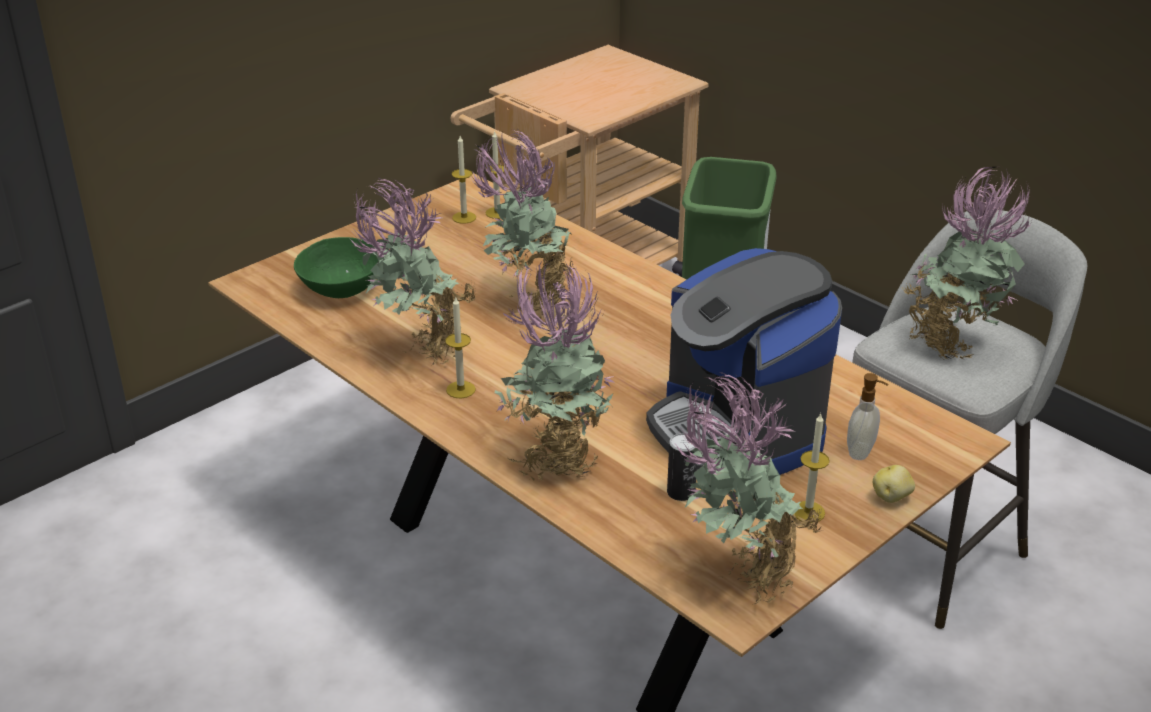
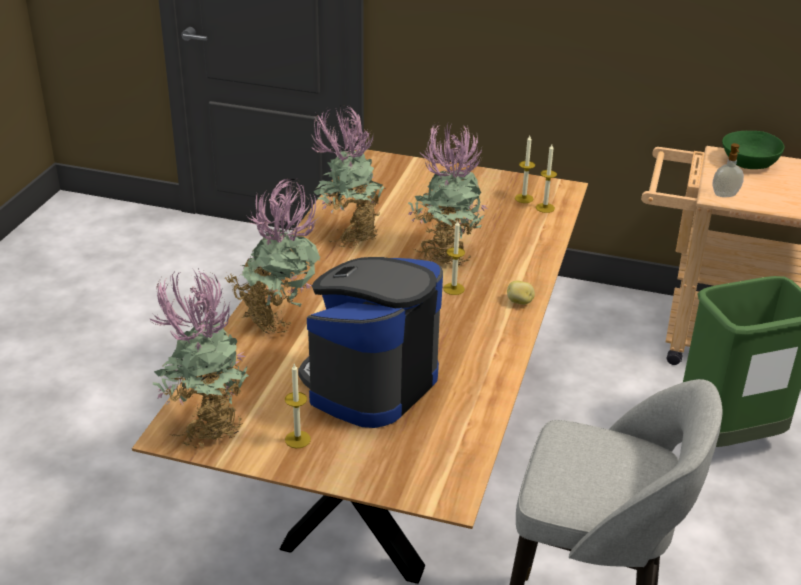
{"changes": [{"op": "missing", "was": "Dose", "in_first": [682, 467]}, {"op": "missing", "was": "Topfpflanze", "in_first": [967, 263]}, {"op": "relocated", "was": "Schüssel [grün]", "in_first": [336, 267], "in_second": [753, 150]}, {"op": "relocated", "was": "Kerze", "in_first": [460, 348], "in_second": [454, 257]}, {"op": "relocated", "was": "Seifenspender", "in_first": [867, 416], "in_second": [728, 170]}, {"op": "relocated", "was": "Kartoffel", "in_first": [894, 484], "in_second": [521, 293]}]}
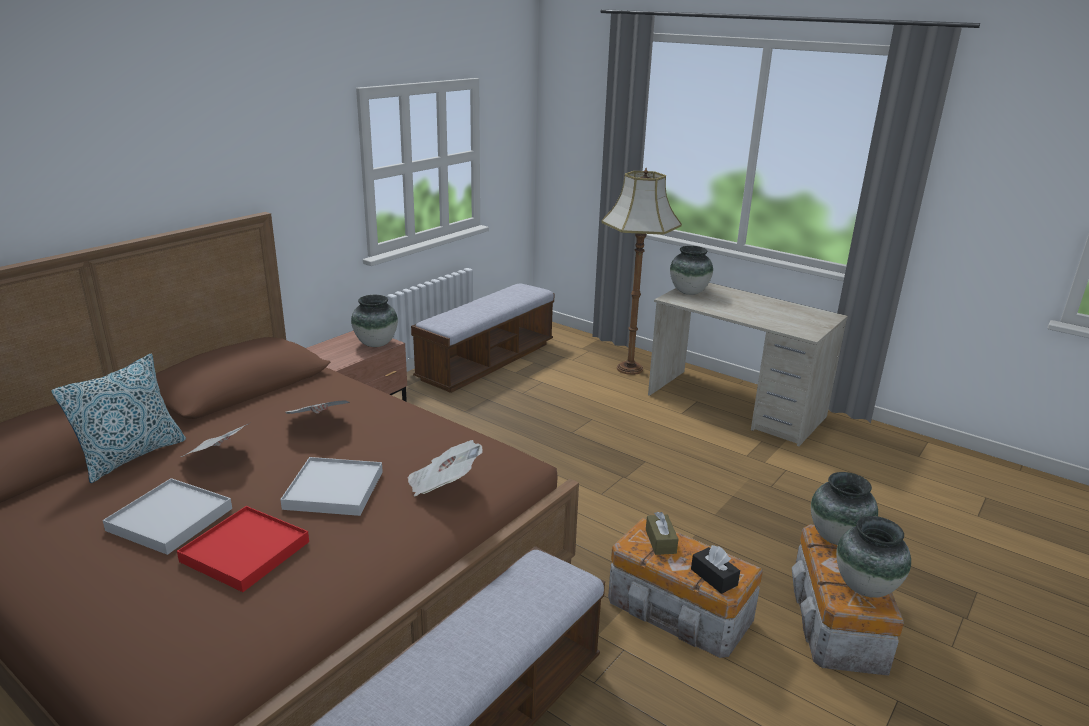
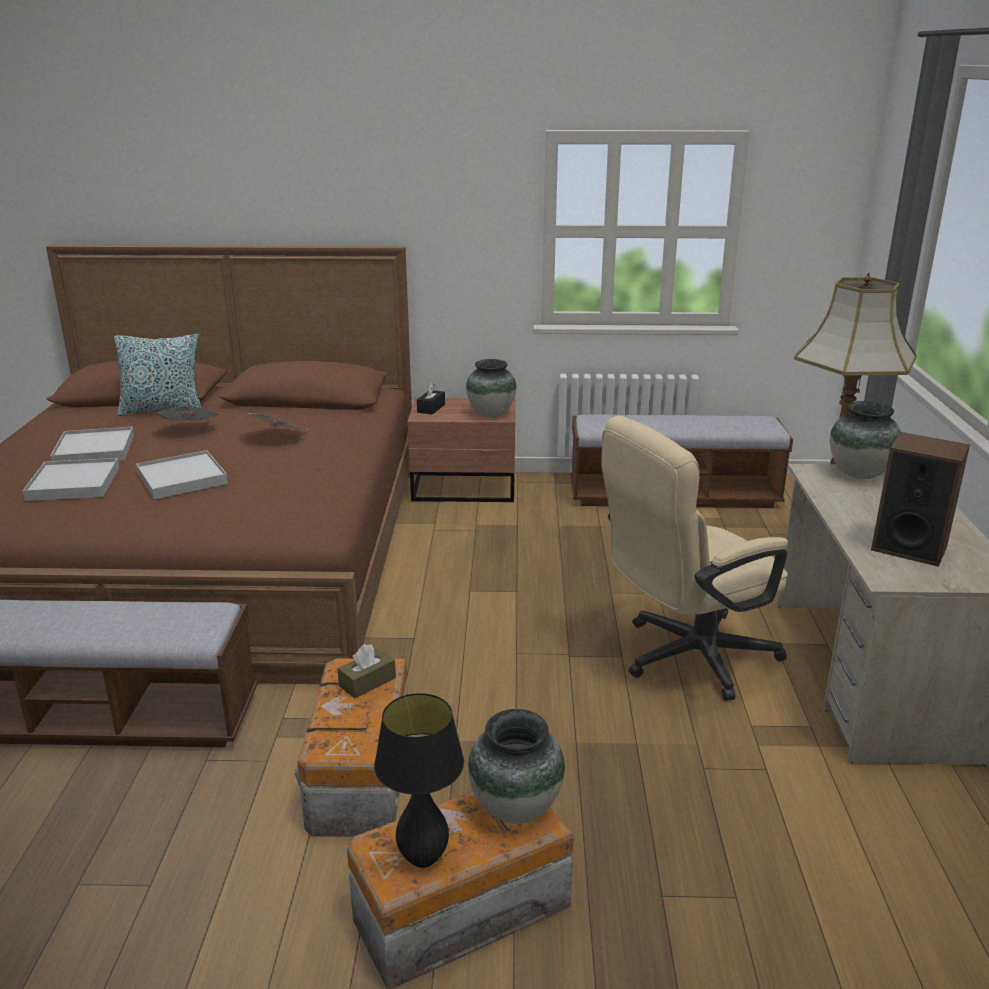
{"changes": [{"op": "missing", "was": "Zeitung", "in_first": [445, 468]}, {"op": "appeared", "now": "Bürostuhl [beige]", "in_second": [694, 558]}, {"op": "appeared", "now": "Lautsprecher", "in_second": [920, 499]}, {"op": "relocated", "was": "Taschentuchbox [schwarz]", "in_first": [715, 569], "in_second": [431, 399]}, {"op": "exchanged", "was": "Vase", "now": "Tischlampe [schwarz]", "in_first": [873, 557], "in_second": [419, 780]}, {"op": "colour", "was": "Tablett [rot]", "now": "Tablett [weiß]", "in_first": [243, 549], "in_second": [71, 479]}]}
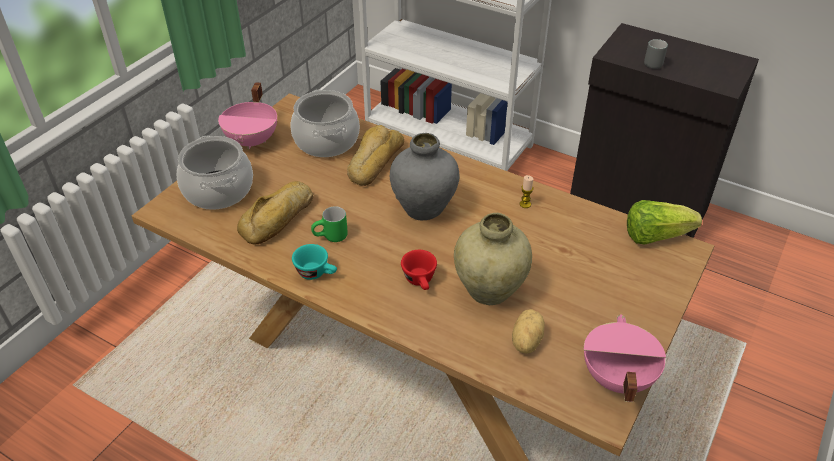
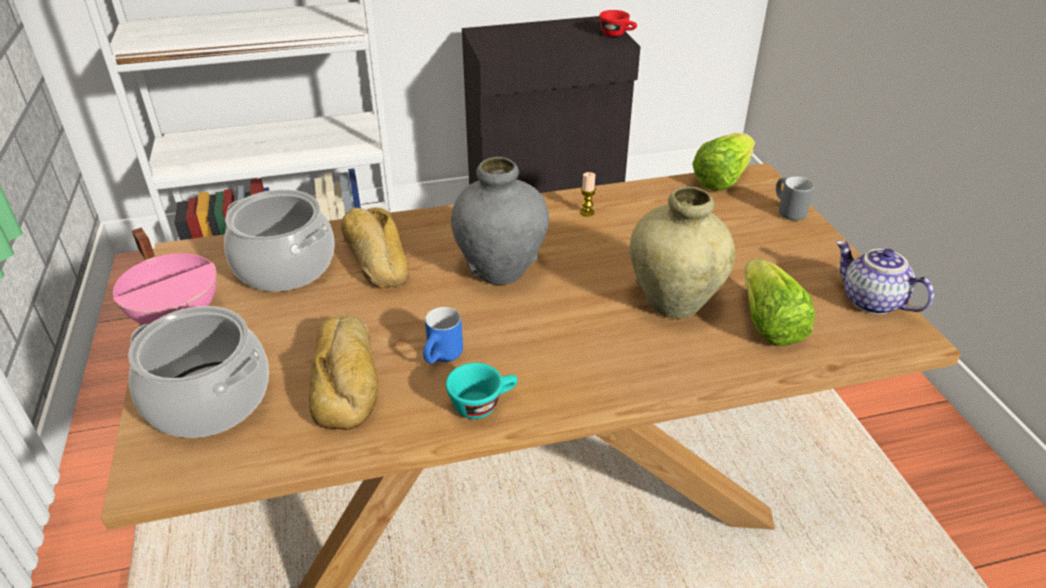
{"changes": [{"op": "relocated", "was": "Tasse [rot]", "in_first": [419, 270], "in_second": [618, 23]}, {"op": "relocated", "was": "Henkelbecher [grau]", "in_first": [656, 54], "in_second": [795, 198]}, {"op": "exchanged", "was": "Kartoffel", "now": "Salatkopf", "in_first": [528, 331], "in_second": [779, 302]}, {"op": "exchanged", "was": "Kochtopf [rosa]", "now": "Teekanne", "in_first": [625, 358], "in_second": [885, 278]}, {"op": "colour", "was": "Henkelbecher [grün]", "now": "Henkelbecher [blau]", "in_first": [329, 224], "in_second": [443, 335]}]}
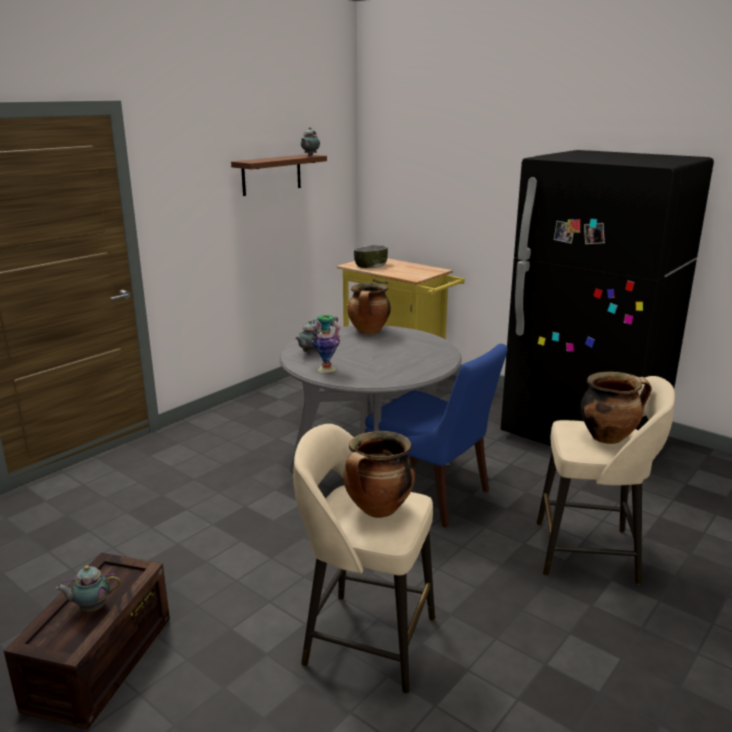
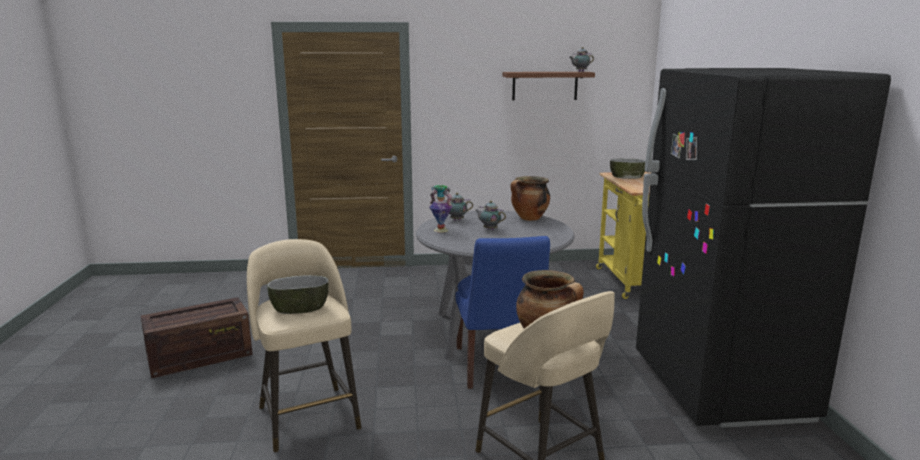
{"changes": [{"op": "relocated", "was": "Teekanne", "in_first": [88, 588], "in_second": [490, 215]}, {"op": "exchanged", "was": "Kochtopf", "now": "Schüssel", "in_first": [379, 474], "in_second": [298, 294]}]}
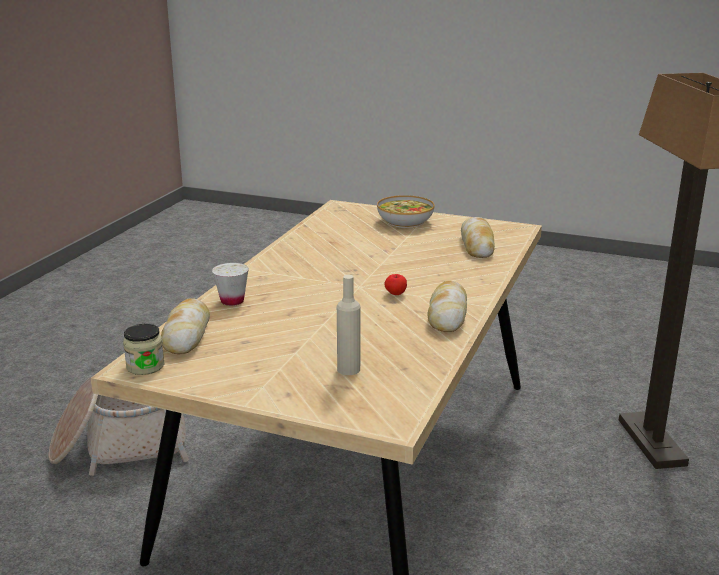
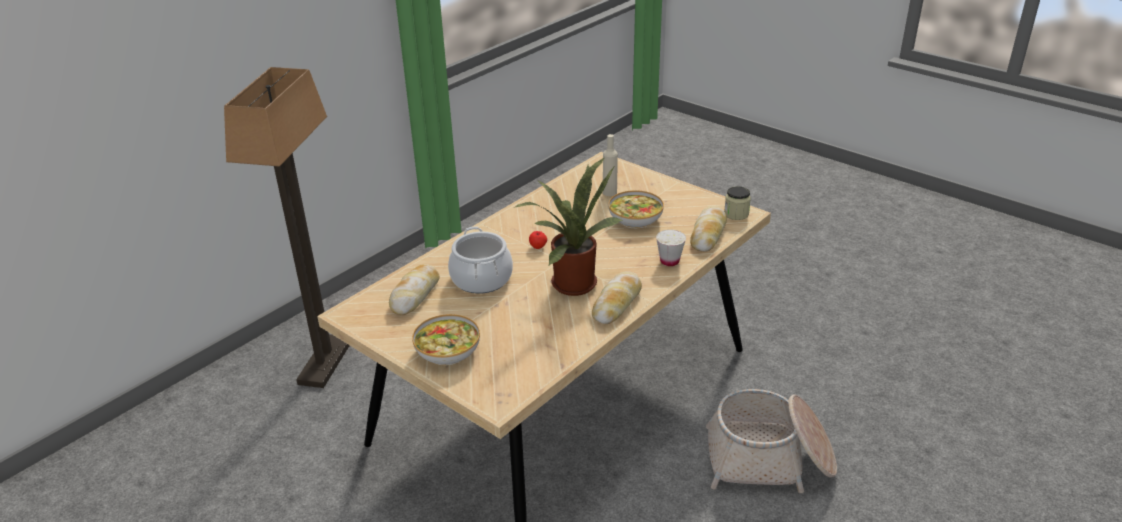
{"changes": [{"op": "appeared", "now": "Kochtopf", "in_second": [480, 260]}, {"op": "appeared", "now": "Topfpflanze", "in_second": [568, 227]}, {"op": "appeared", "now": "Schüssel", "in_second": [636, 209]}, {"op": "relocated", "was": "Brot", "in_first": [447, 306], "in_second": [617, 297]}]}
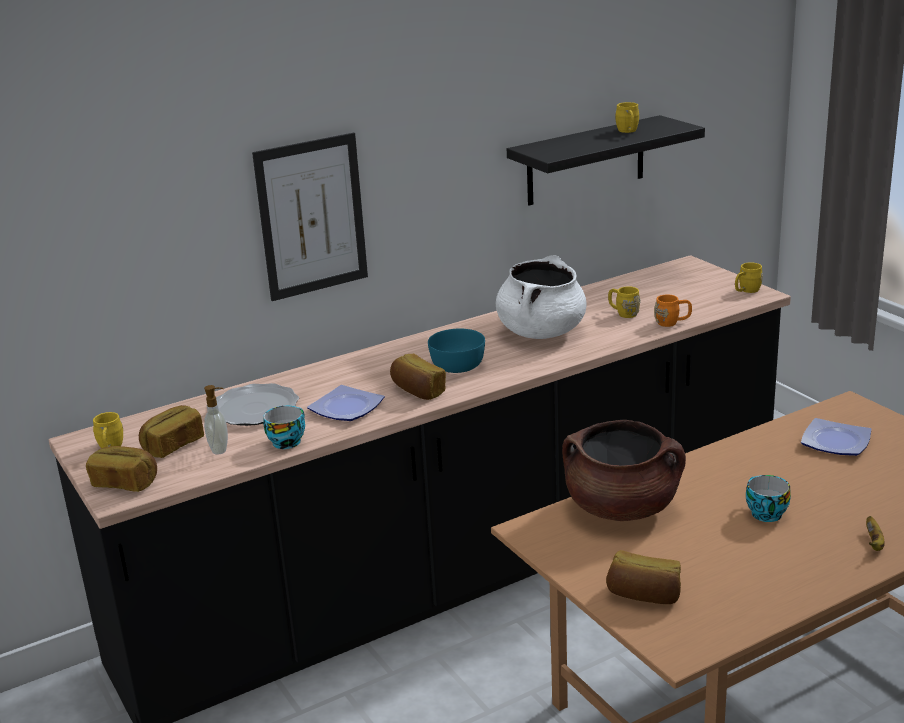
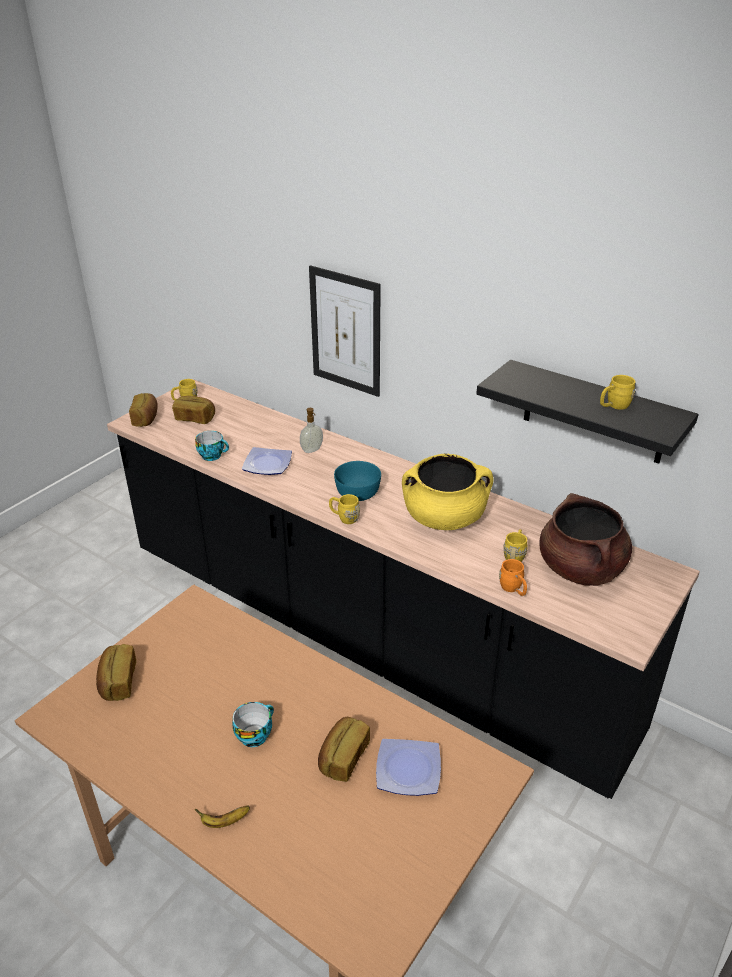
{"changes": [{"op": "missing", "was": "Teller", "in_first": [257, 404]}, {"op": "relocated", "was": "Seifenspender", "in_first": [216, 420], "in_second": [311, 430]}, {"op": "relocated", "was": "Brot", "in_first": [418, 377], "in_second": [344, 749]}, {"op": "relocated", "was": "Kochtopf [braun]", "in_first": [624, 470], "in_second": [585, 539]}, {"op": "relocated", "was": "Henkelbecher [gelb]", "in_first": [749, 277], "in_second": [344, 509]}, {"op": "colour", "was": "Kochtopf [weiß]", "now": "Kochtopf [gelb]", "in_first": [541, 297], "in_second": [447, 492]}]}
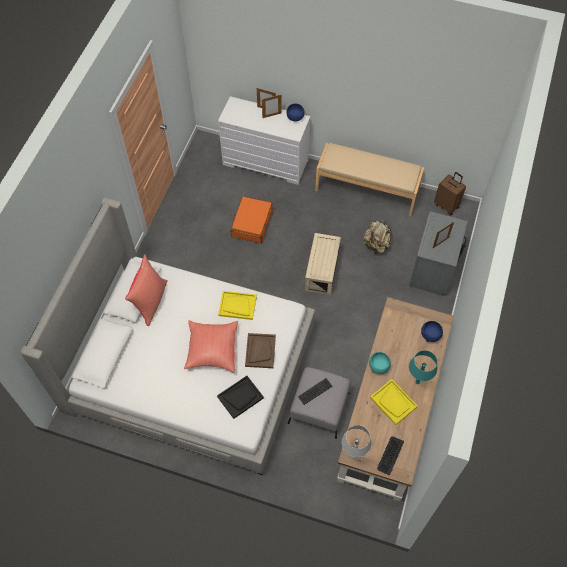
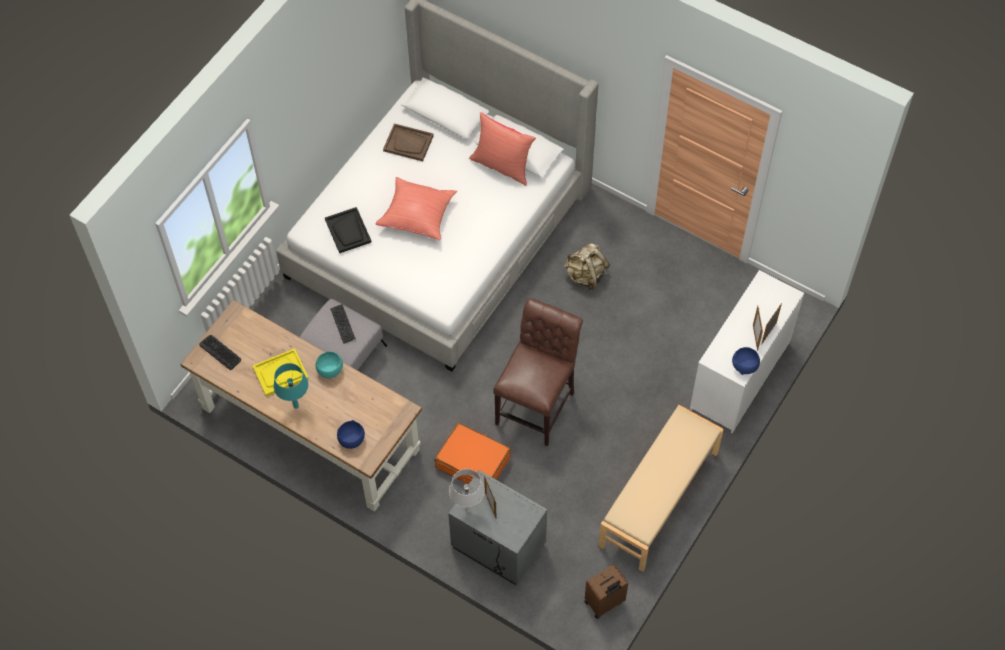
{"changes": [{"op": "missing", "was": "Tablett [gelb]", "in_first": [237, 305]}, {"op": "relocated", "was": "Koffer [orange]", "in_first": [251, 219], "in_second": [473, 453]}, {"op": "relocated", "was": "Tablett [braun]", "in_first": [260, 350], "in_second": [408, 142]}, {"op": "relocated", "was": "Tischlampe [grau]", "in_first": [357, 441], "in_second": [467, 490]}, {"op": "relocated", "was": "Rucksack [beige]", "in_first": [377, 237], "in_second": [587, 266]}, {"op": "exchanged", "was": "Aufbewahrungsbox [beige]", "now": "Stuhl [braun]", "in_first": [323, 264], "in_second": [538, 372]}]}
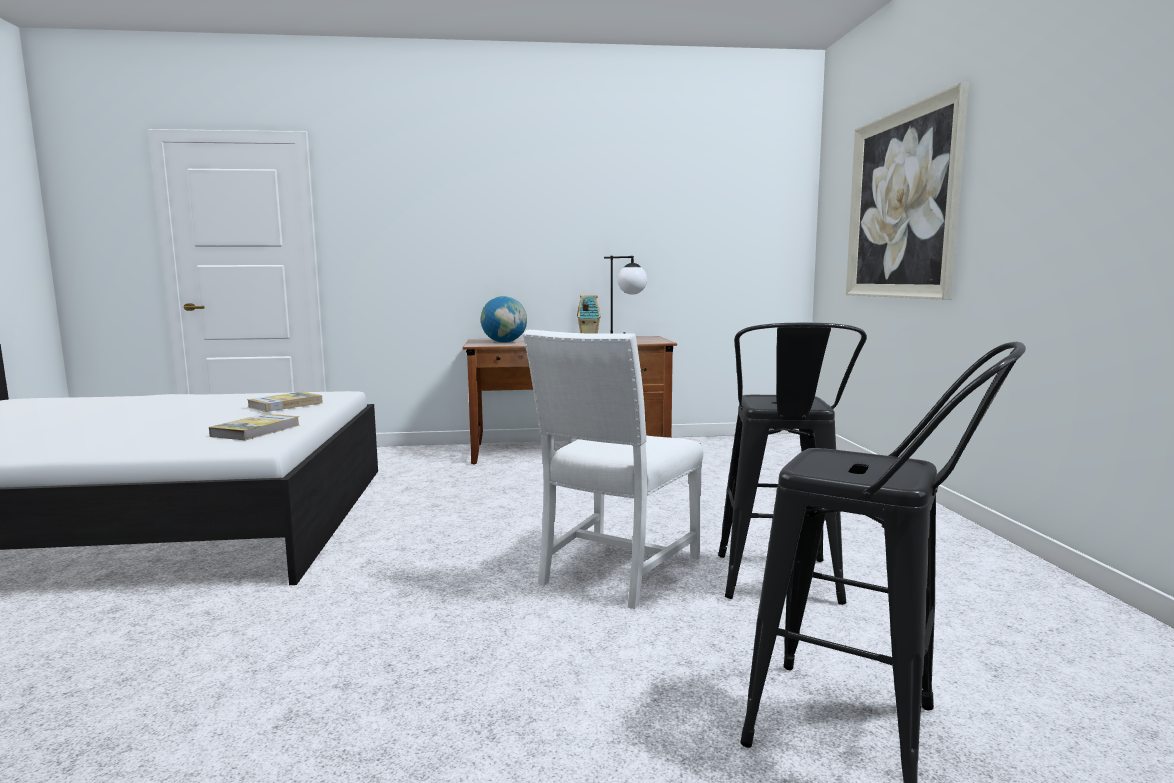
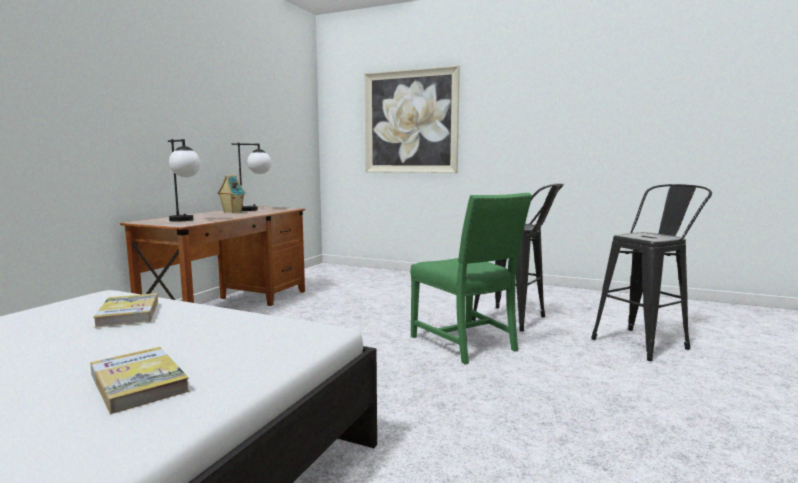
{"changes": [{"op": "relocated", "was": "Buch", "in_first": [254, 427], "in_second": [140, 380]}, {"op": "exchanged", "was": "Globus", "now": "Tischlampe", "in_first": [504, 319], "in_second": [184, 180]}, {"op": "colour", "was": "Stuhl [weiß]", "now": "Stuhl [grün]", "in_first": [613, 469], "in_second": [471, 278]}]}
